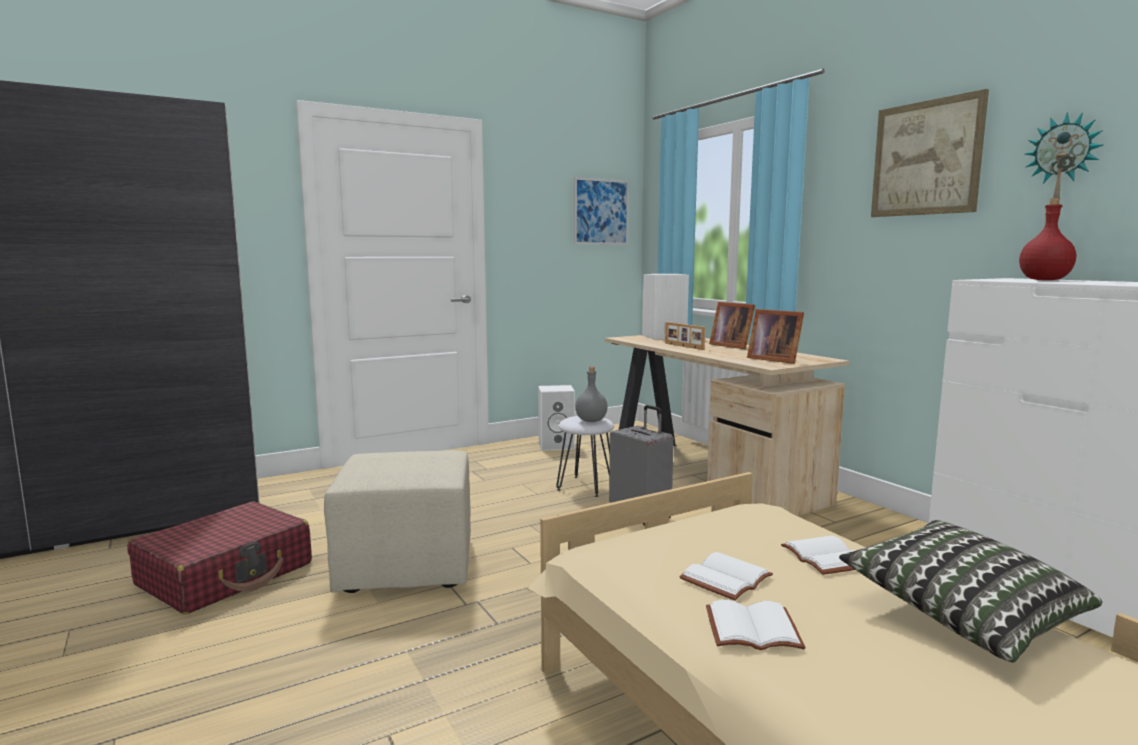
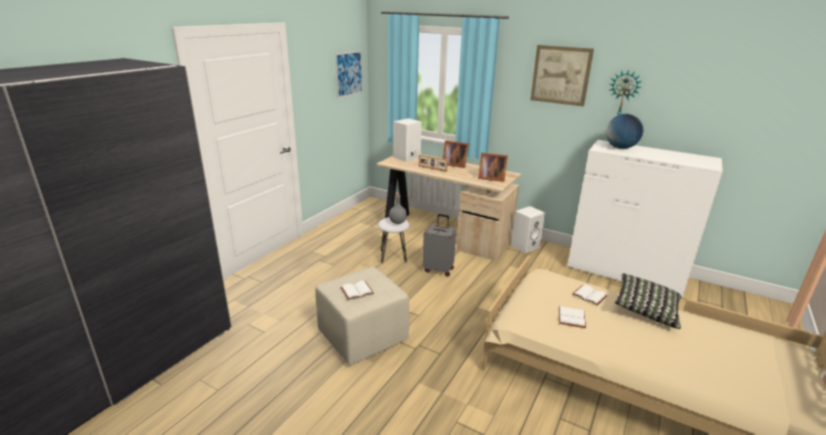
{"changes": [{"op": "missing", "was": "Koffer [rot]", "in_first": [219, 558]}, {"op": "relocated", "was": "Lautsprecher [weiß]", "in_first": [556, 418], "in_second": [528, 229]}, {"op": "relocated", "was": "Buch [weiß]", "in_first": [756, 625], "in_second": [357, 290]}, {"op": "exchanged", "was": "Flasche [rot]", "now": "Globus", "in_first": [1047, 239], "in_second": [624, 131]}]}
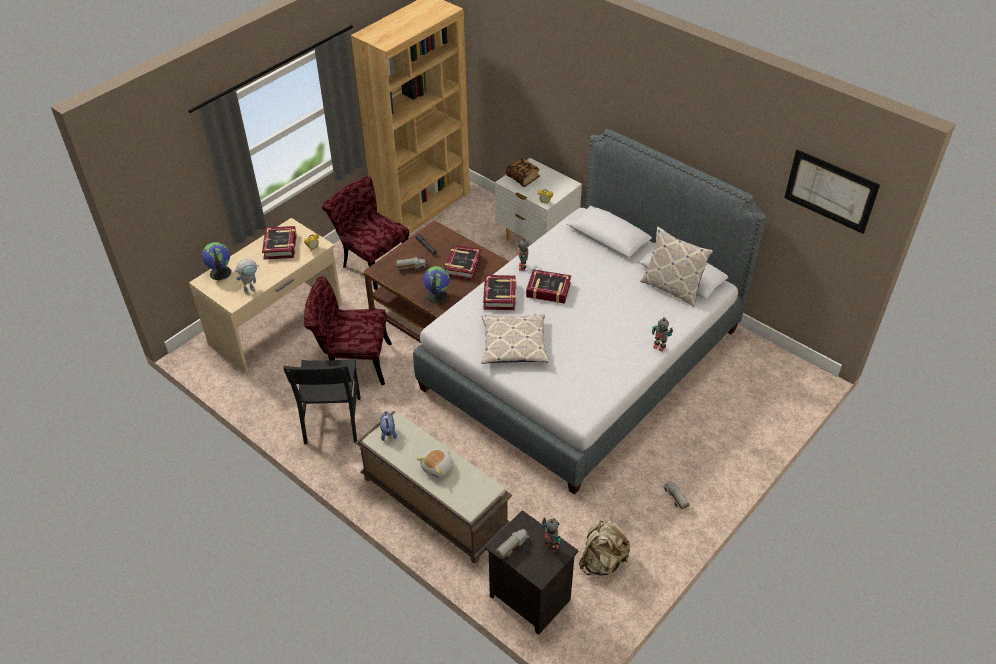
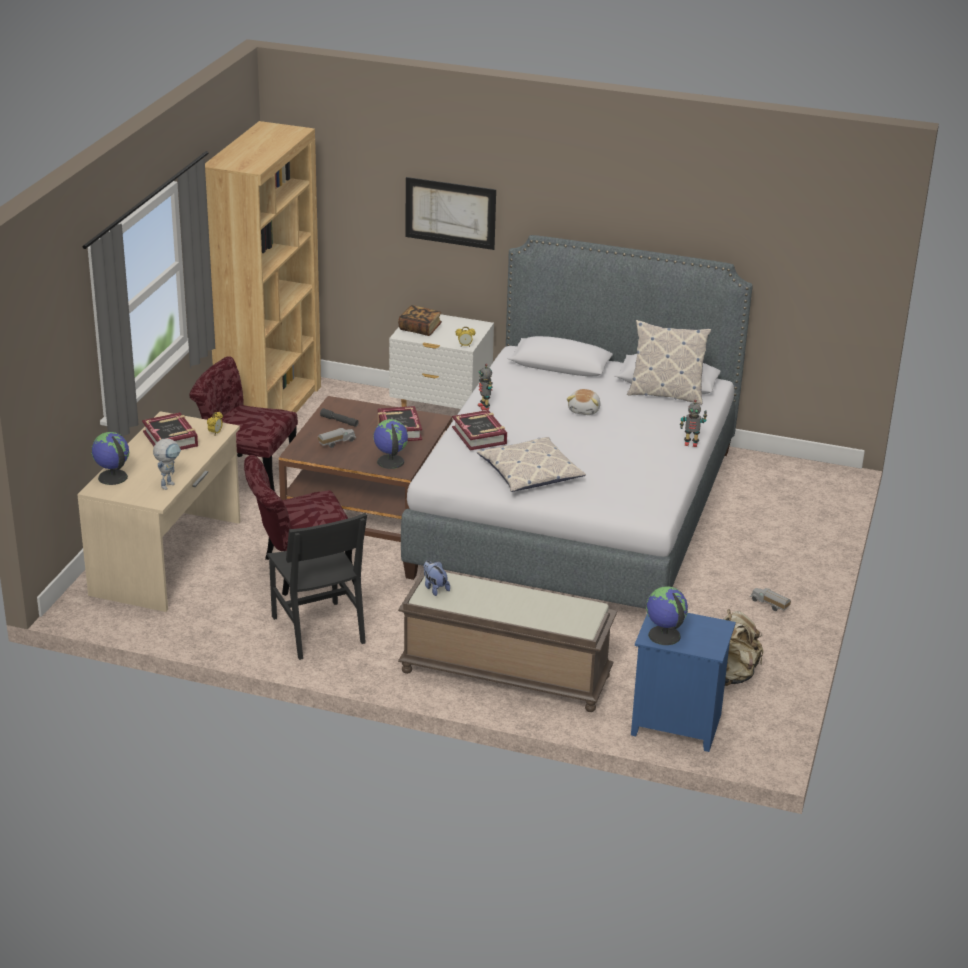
{"changes": [{"op": "missing", "was": "Buch", "in_first": [548, 286]}, {"op": "missing", "was": "Spielzeugroboter", "in_first": [551, 535]}, {"op": "relocated", "was": "Plüschtier", "in_first": [434, 463], "in_second": [583, 402]}, {"op": "relocated", "was": "Bild", "in_first": [832, 191], "in_second": [451, 213]}, {"op": "exchanged", "was": "Spielzeuglaster", "now": "Globus", "in_first": [512, 544], "in_second": [667, 615]}, {"op": "colour", "was": "Nachttisch [schwarz]", "now": "Nachttisch [blau]", "in_first": [532, 572], "in_second": [683, 682]}]}
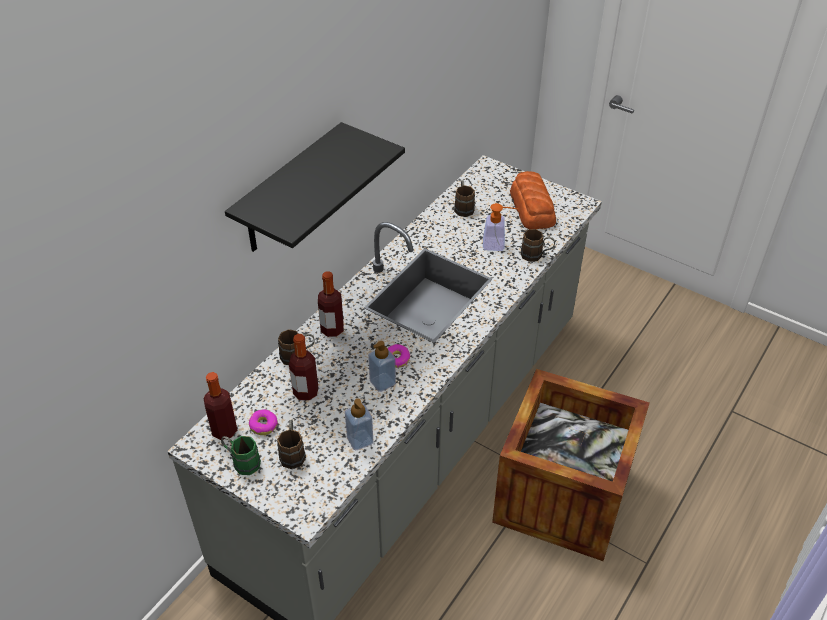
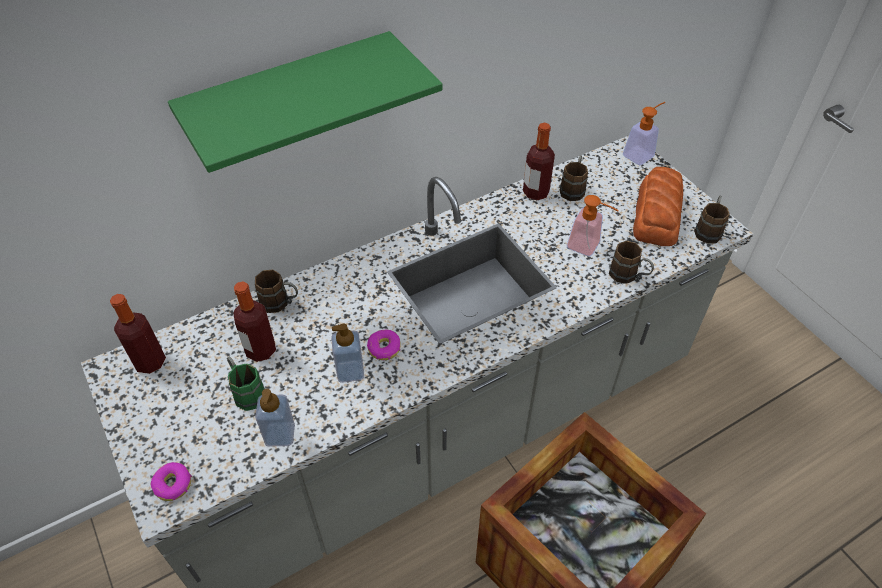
{"changes": [{"op": "appeared", "now": "Seifenspender", "in_second": [644, 133]}, {"op": "relocated", "was": "Henkelbecher [grün]", "in_first": [241, 455], "in_second": [246, 383]}, {"op": "relocated", "was": "Donut", "in_first": [263, 422], "in_second": [171, 481]}, {"op": "relocated", "was": "Henkelbecher [braun]", "in_first": [291, 444], "in_second": [712, 219]}, {"op": "relocated", "was": "Flasche", "in_first": [331, 304], "in_second": [539, 161]}, {"op": "colour", "was": "Wandregal [schwarz]", "now": "Wandregal [grün]", "in_first": [315, 187], "in_second": [305, 102]}]}
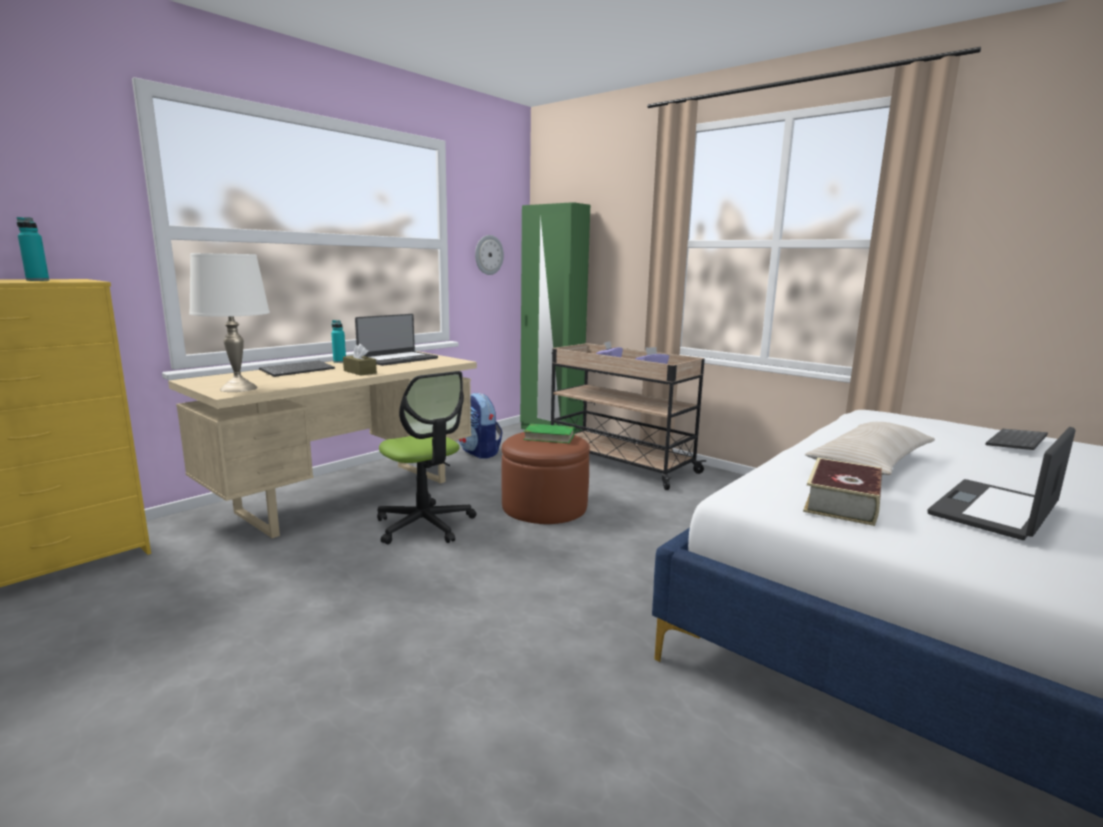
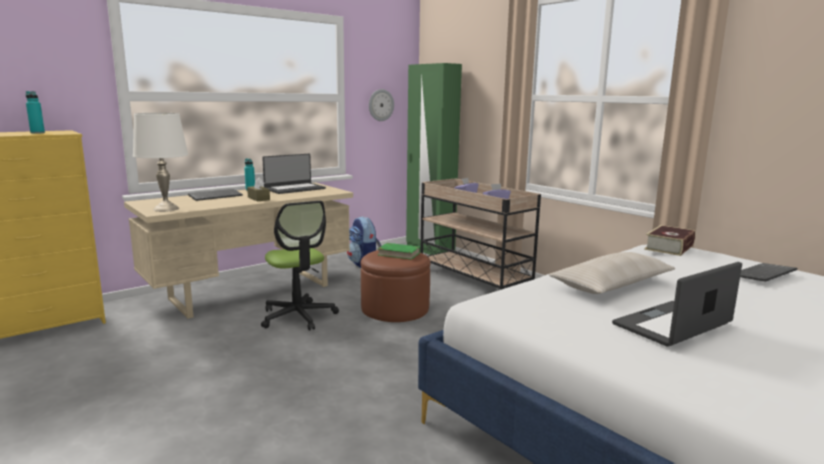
{"changes": [{"op": "relocated", "was": "Buch", "in_first": [842, 491], "in_second": [669, 240]}]}
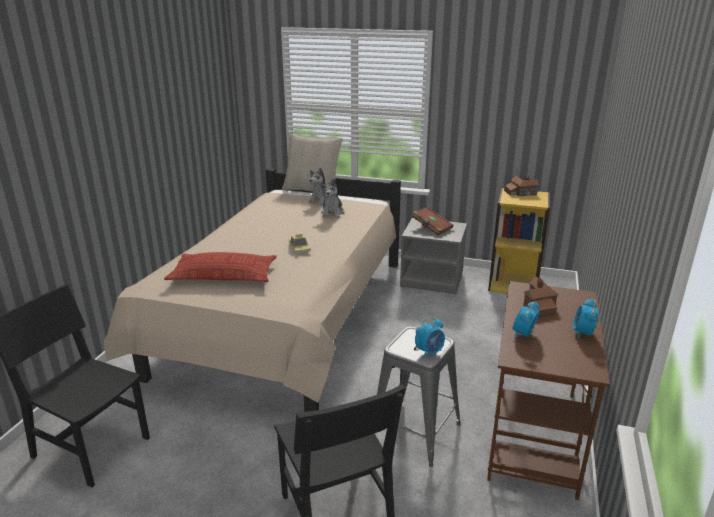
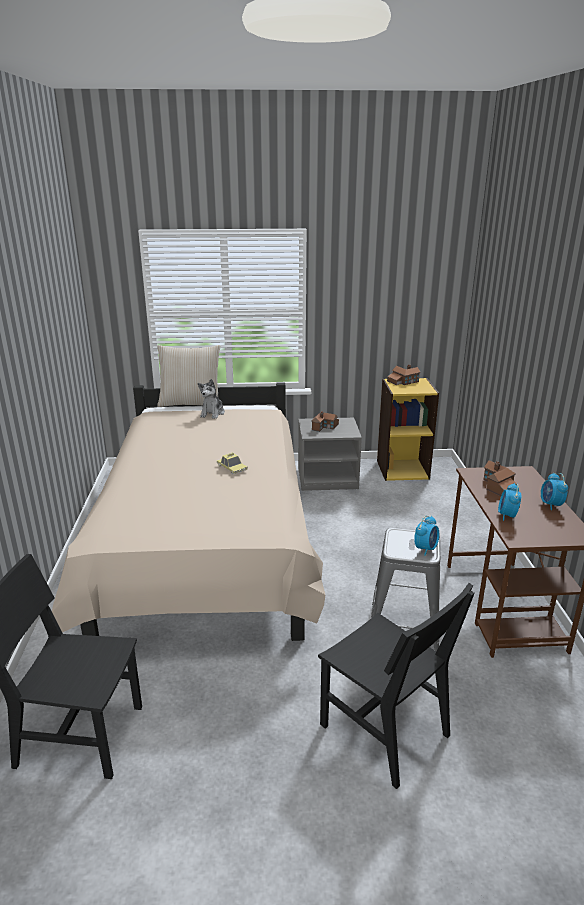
{"changes": [{"op": "missing", "was": "Kissen", "in_first": [220, 267]}, {"op": "missing", "was": "Plüschtier", "in_first": [331, 198]}, {"op": "exchanged", "was": "Buch [braun]", "now": "Spielzeughaus", "in_first": [432, 221], "in_second": [325, 421]}]}
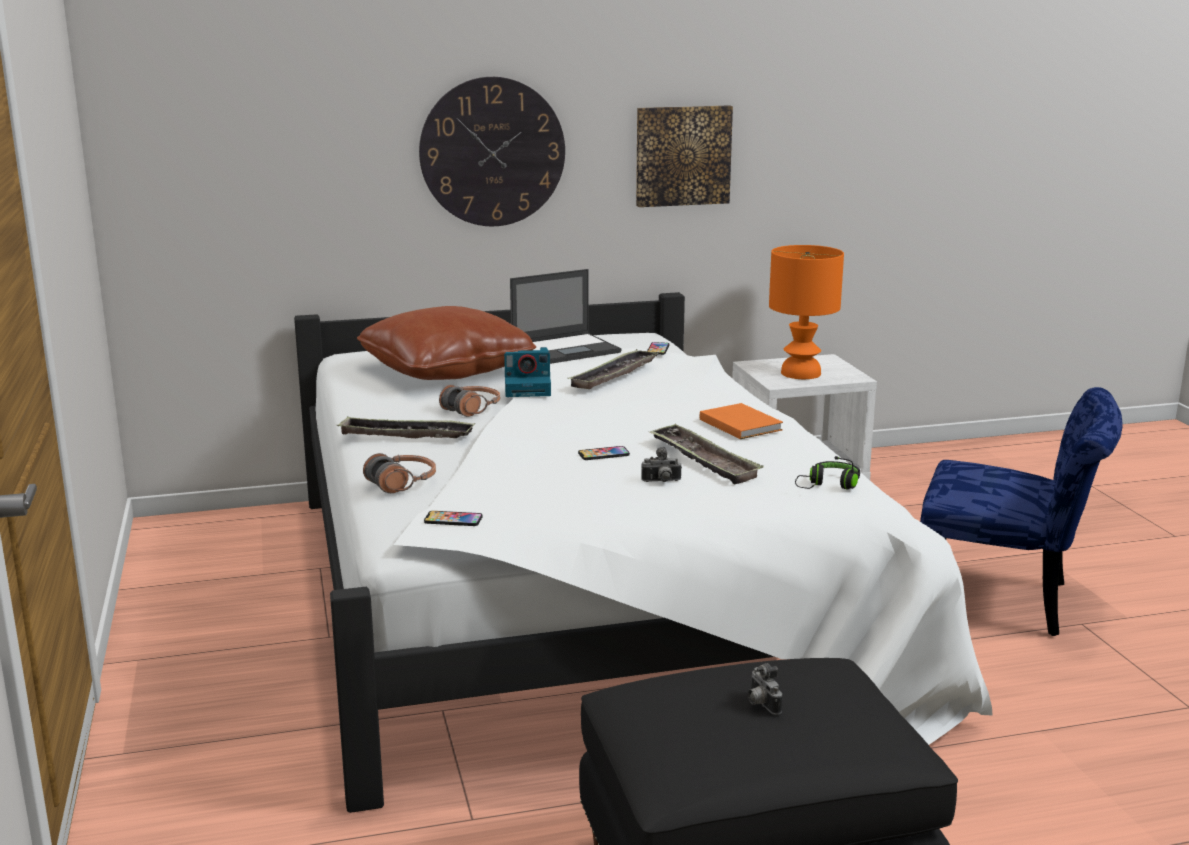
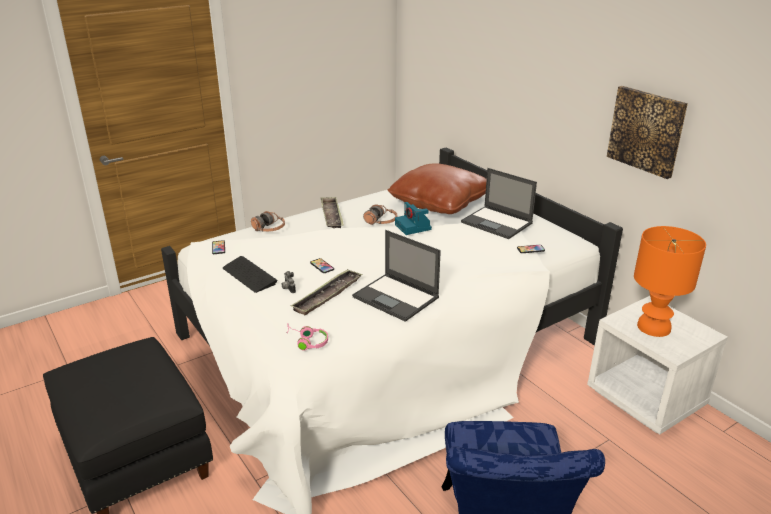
{"changes": [{"op": "missing", "was": "Wanduhr", "in_first": [492, 151]}, {"op": "missing", "was": "Tablett", "in_first": [612, 369]}, {"op": "missing", "was": "Kamera", "in_first": [765, 689]}, {"op": "appeared", "now": "Tastatur", "in_second": [250, 274]}, {"op": "exchanged", "was": "Buch [orange]", "now": "Laptop", "in_first": [741, 421], "in_second": [396, 276]}, {"op": "colour", "was": "Kopfhörer [schwarz]", "now": "Kopfhörer [rosa]", "in_first": [827, 472], "in_second": [307, 337]}]}
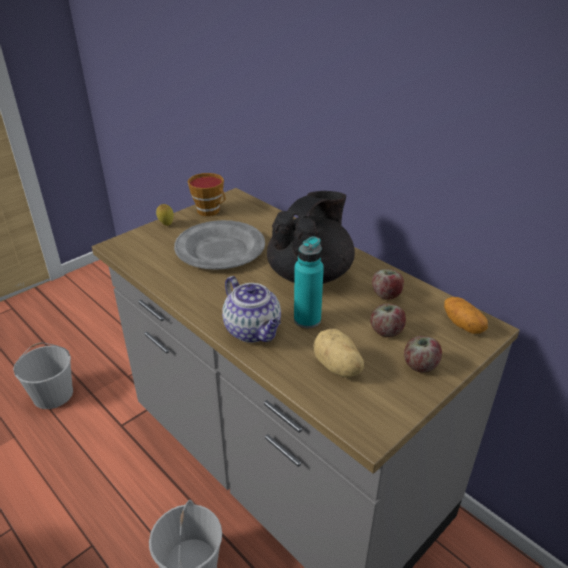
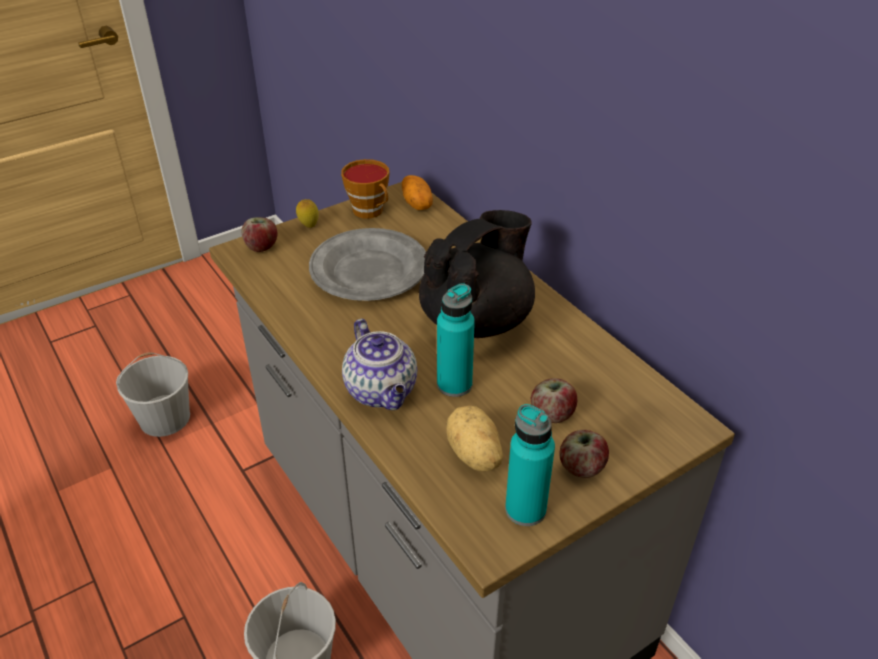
{"changes": [{"op": "appeared", "now": "Flasche [türkis]", "in_second": [530, 465]}, {"op": "relocated", "was": "Apfel", "in_first": [388, 284], "in_second": [260, 234]}, {"op": "relocated", "was": "Kartoffel", "in_first": [466, 315], "in_second": [417, 192]}]}
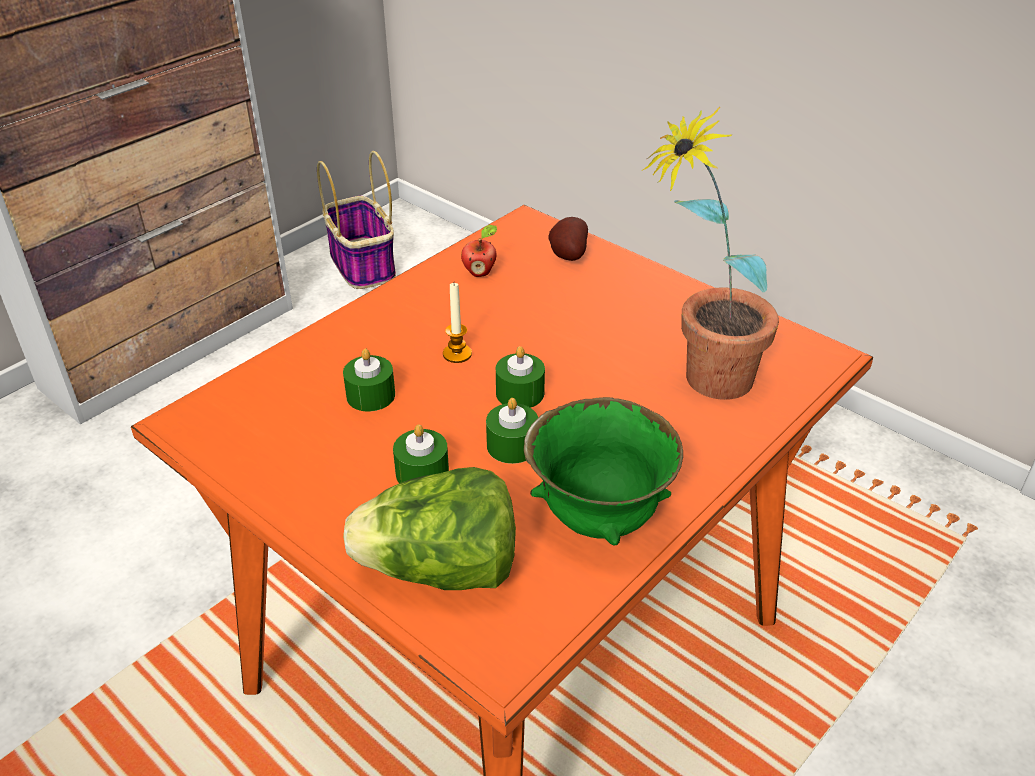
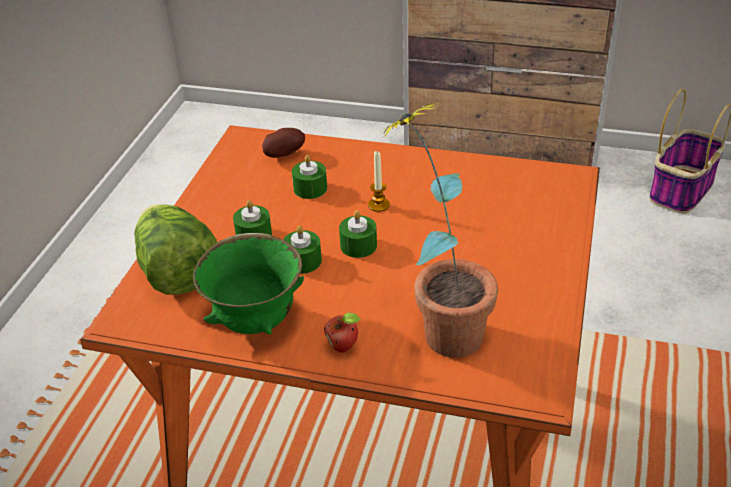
{"changes": [{"op": "relocated", "was": "Apfel", "in_first": [479, 251], "in_second": [342, 332]}, {"op": "relocated", "was": "Kartoffel", "in_first": [568, 239], "in_second": [283, 143]}]}
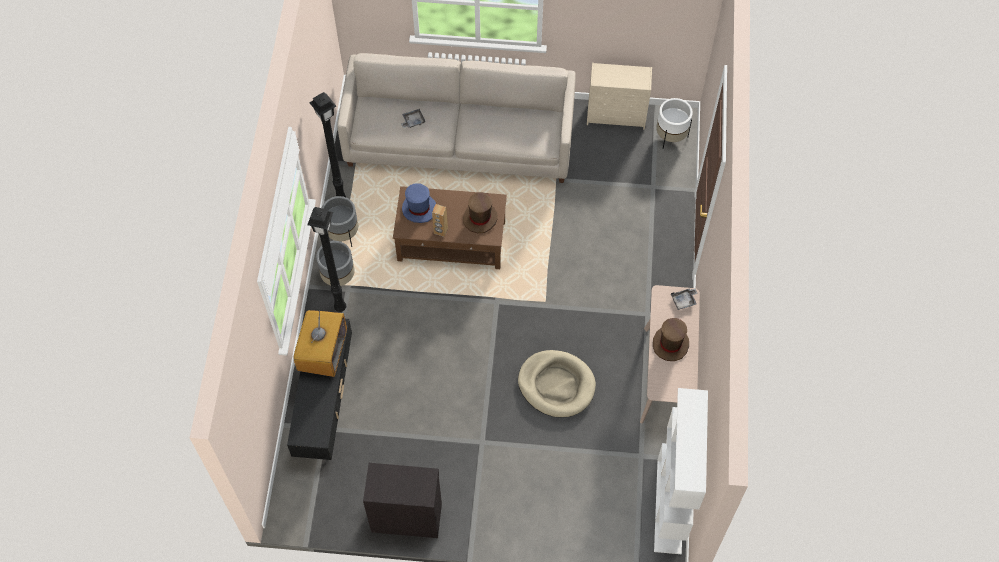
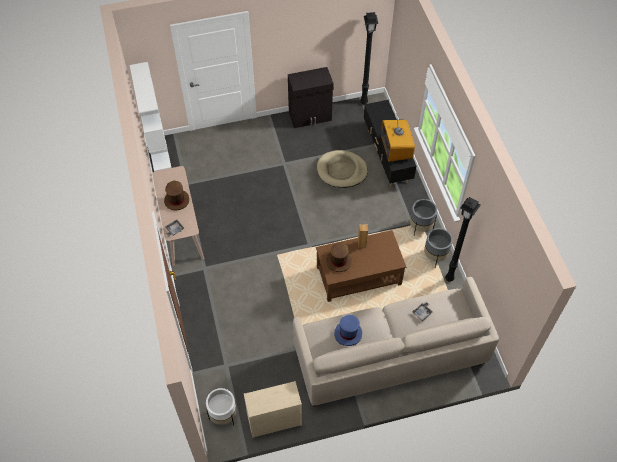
{"changes": [{"op": "relocated", "was": "Stehlampe [schwarz]", "in_first": [326, 259], "in_second": [369, 58]}, {"op": "relocated", "was": "Hut [blau]", "in_first": [419, 203], "in_second": [348, 330]}, {"op": "relocated", "was": "Hundebett [beige]", "in_first": [557, 384], "in_second": [342, 169]}]}
